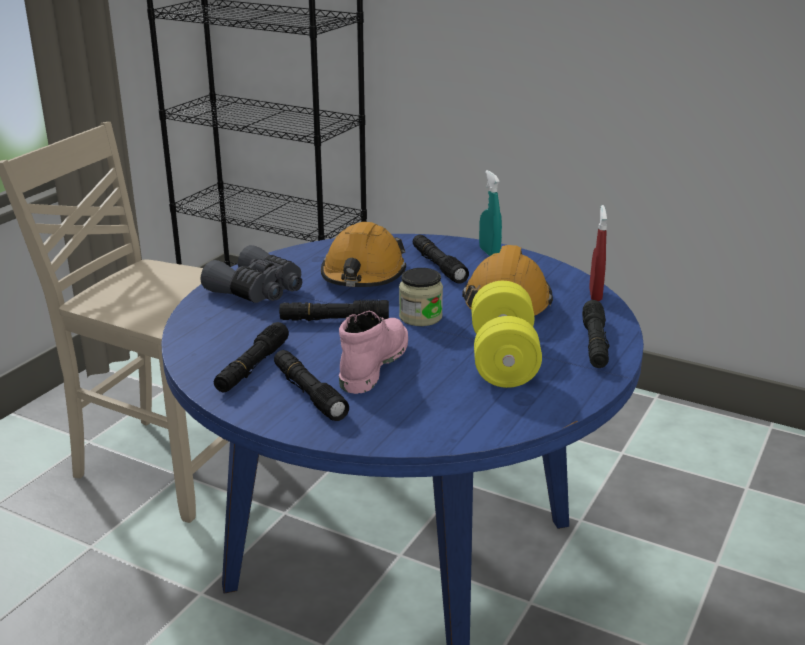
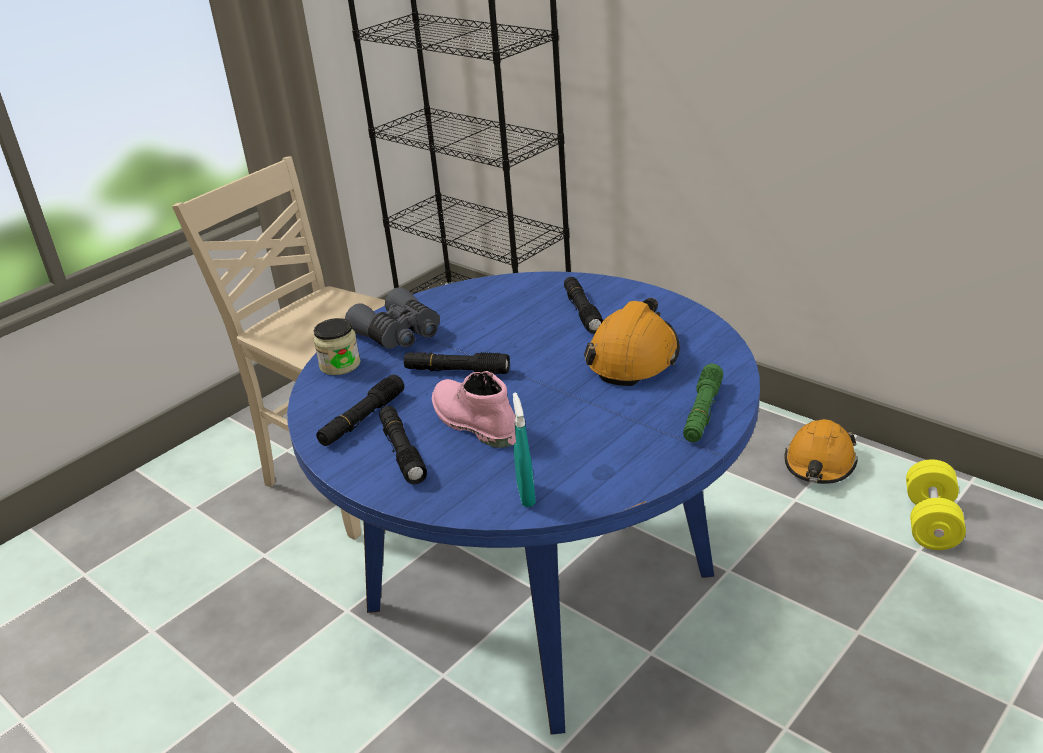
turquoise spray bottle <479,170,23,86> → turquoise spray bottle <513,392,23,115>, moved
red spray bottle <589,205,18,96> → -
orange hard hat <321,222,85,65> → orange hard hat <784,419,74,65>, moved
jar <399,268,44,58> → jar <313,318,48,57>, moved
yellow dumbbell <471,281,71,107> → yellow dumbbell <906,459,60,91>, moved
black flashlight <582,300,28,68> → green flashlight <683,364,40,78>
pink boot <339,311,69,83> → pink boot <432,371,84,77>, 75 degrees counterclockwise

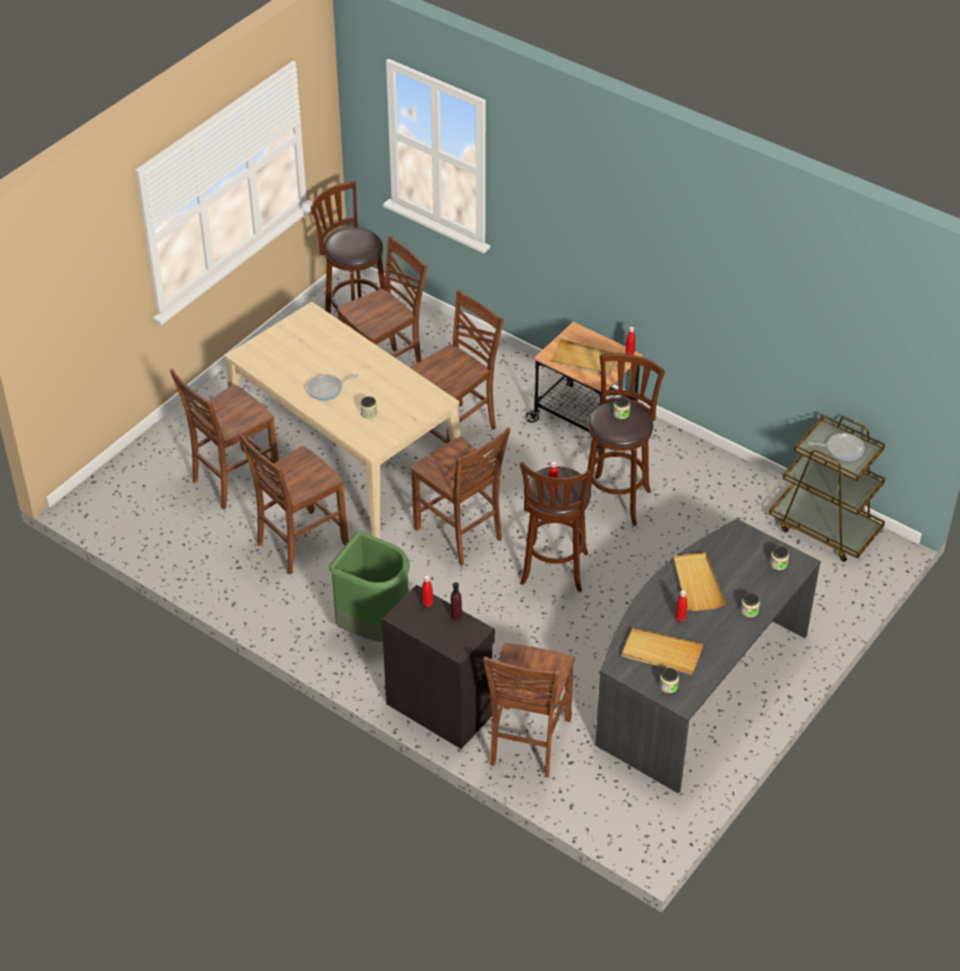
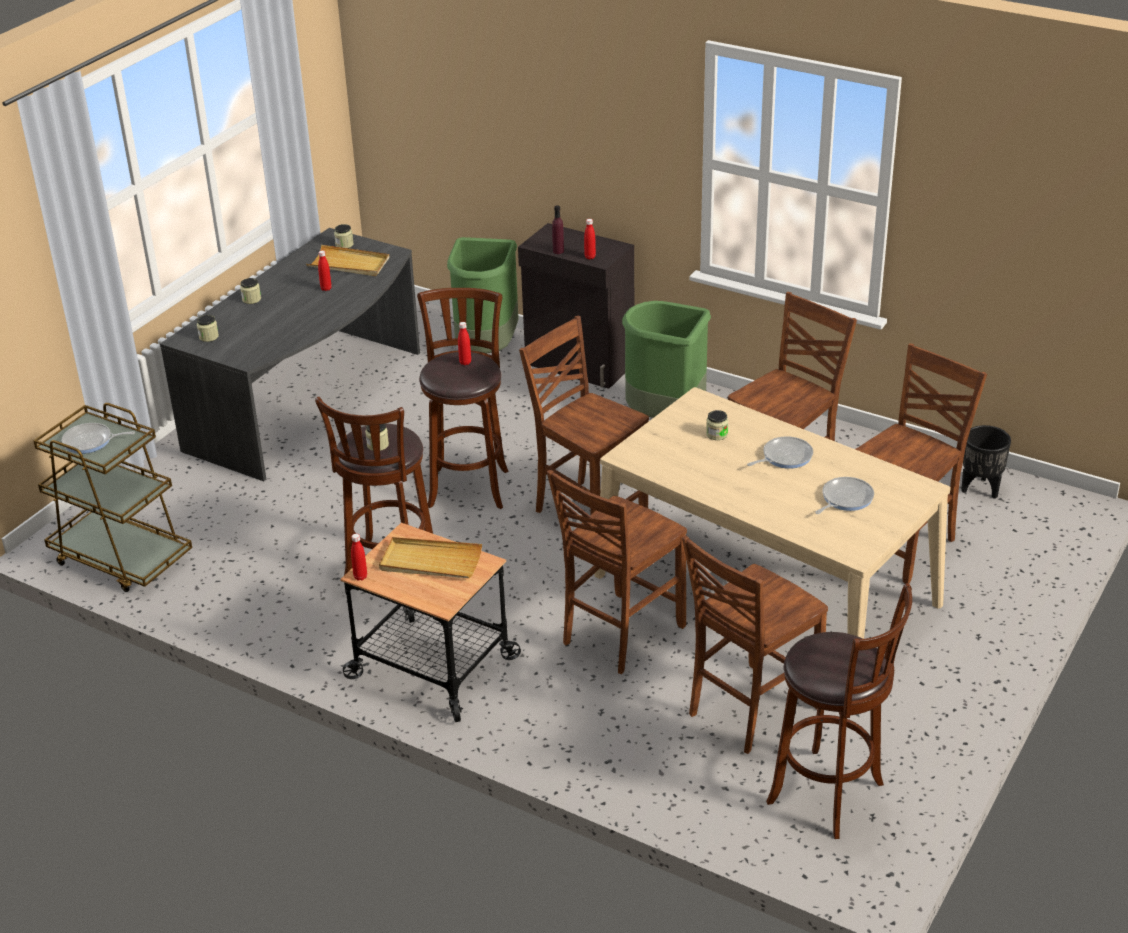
beige tray <673,552,52,59> → -
brown chair <483,643,92,134> → green trash can <447,237,72,117>
- → black planter <961,425,50,74>
- → frying pan <815,477,59,37>

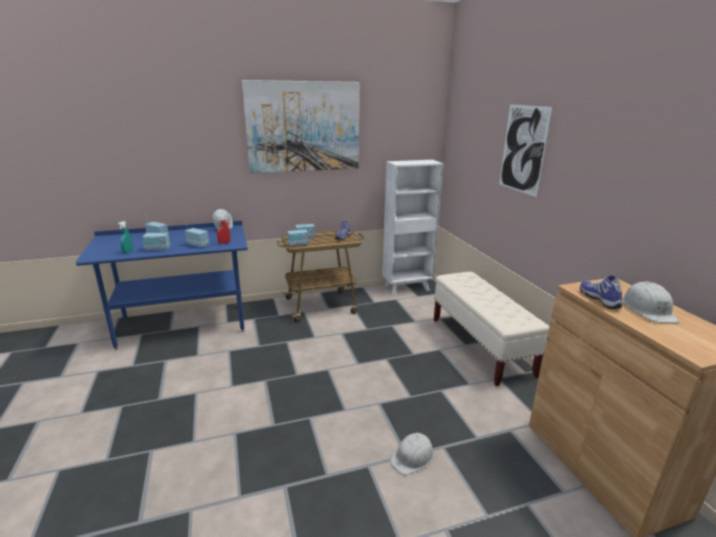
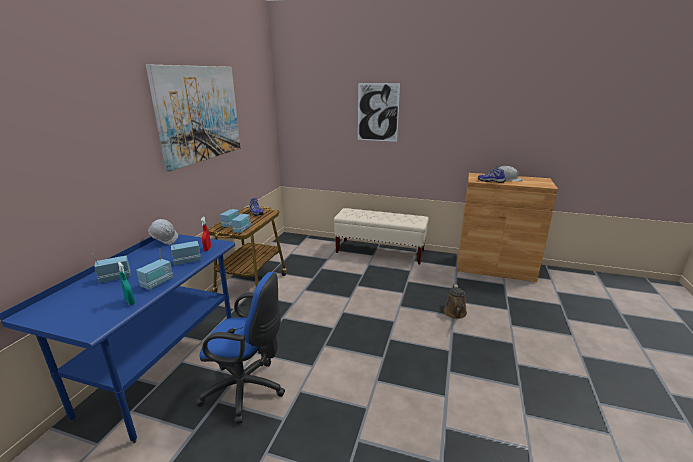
white bookcase <382,160,62,136> → -
white hard hat <390,433,44,42> → brown watering can <444,285,23,34>
- → blue office chair <196,272,89,152>

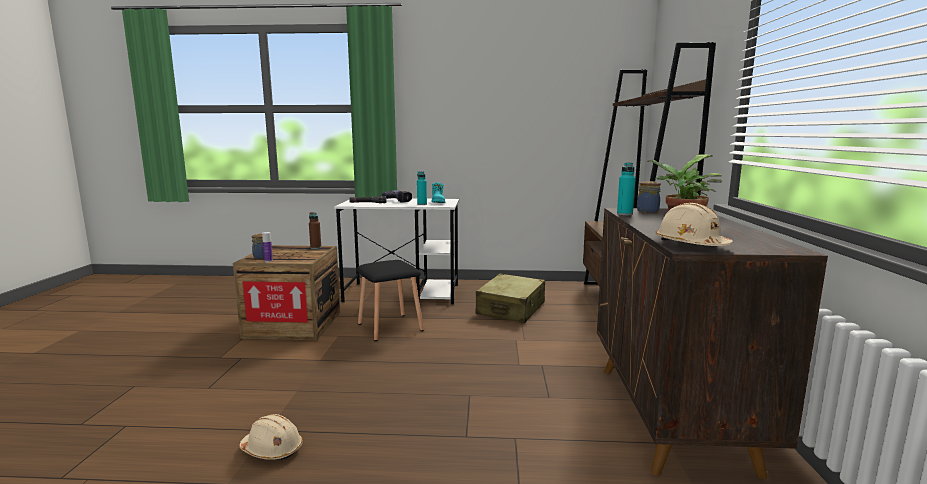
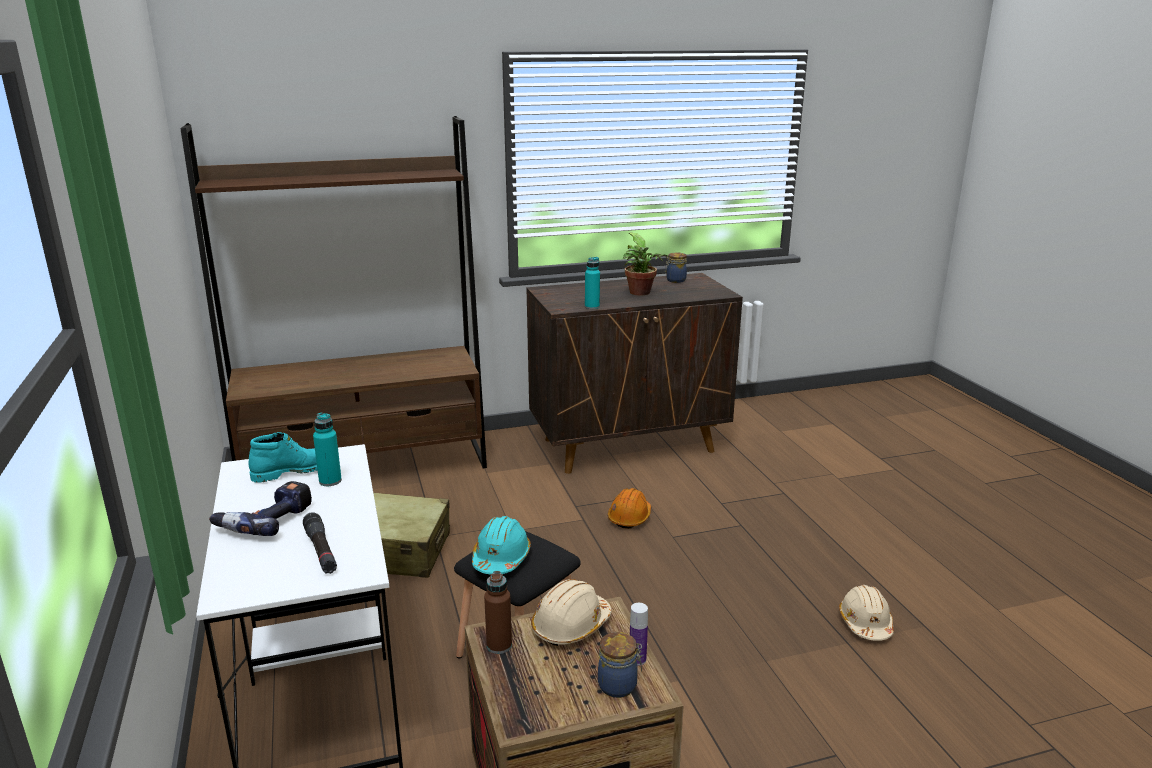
jar <637,181,24,32> → jar <665,253,22,30>, moved
beige hard hat <655,203,78,43> → beige hard hat <531,579,80,67>, moved
- → orange hard hat <608,488,43,41>
- → turquoise hard hat <472,516,59,59>

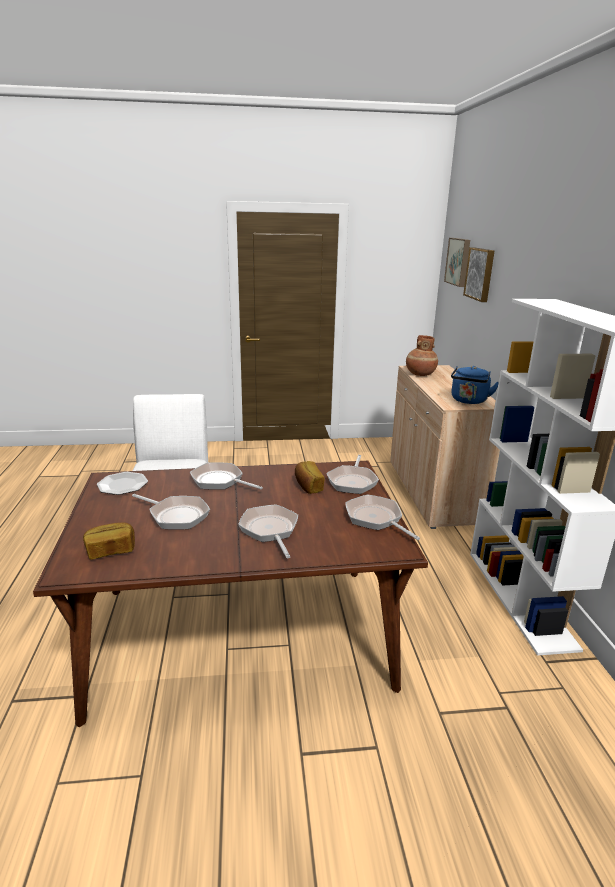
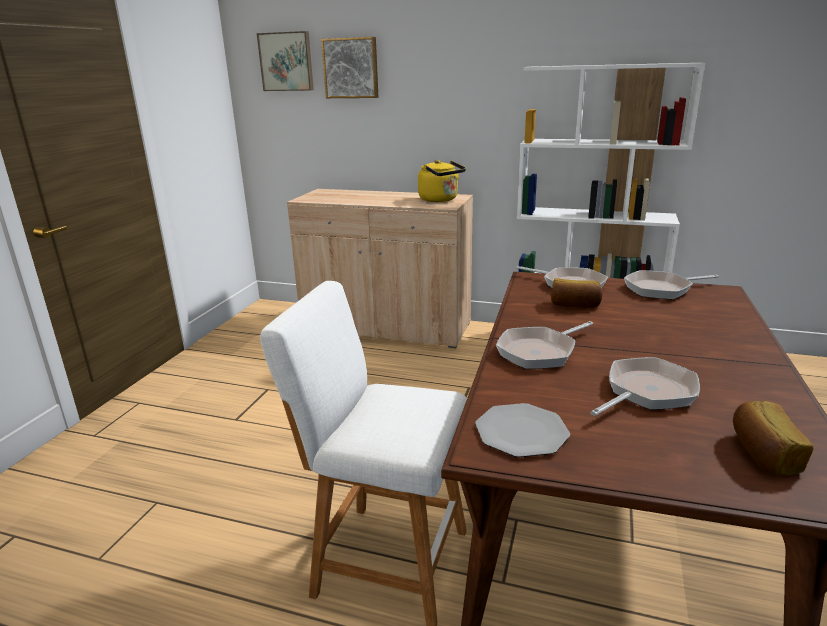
brown vase <406,335,32,41> → -
blue kettle <451,366,48,38> → yellow kettle <418,160,48,42>
frying pan <238,504,60,54> → -

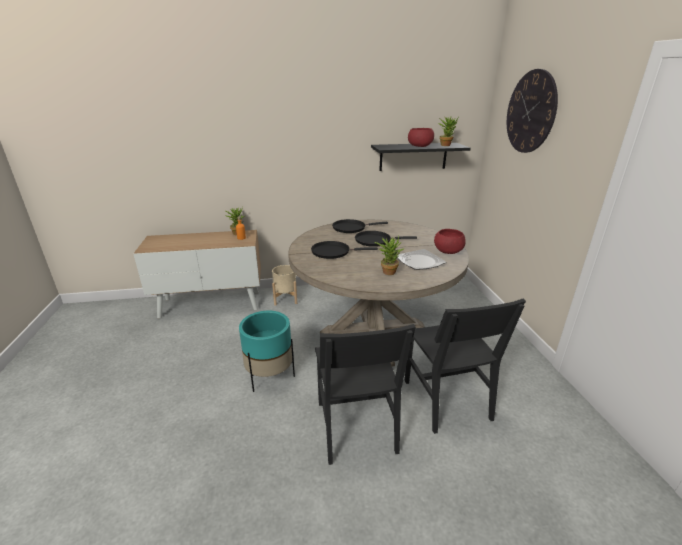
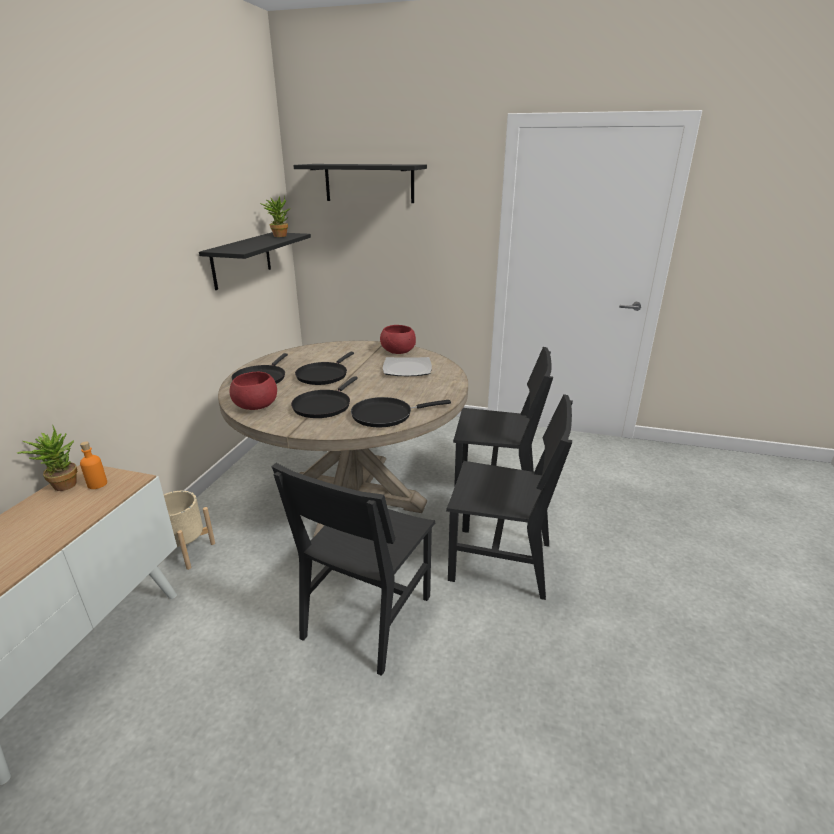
wall clock <507,69,51,84> → black shelf <293,164,134,39>
red bowl <408,128,26,19> → red bowl <230,372,47,38>, moved
potted plant <374,236,30,39> → -
turquoise planter <239,311,56,81> → black chair <272,463,163,213>
- → black frying pan <351,397,100,30>

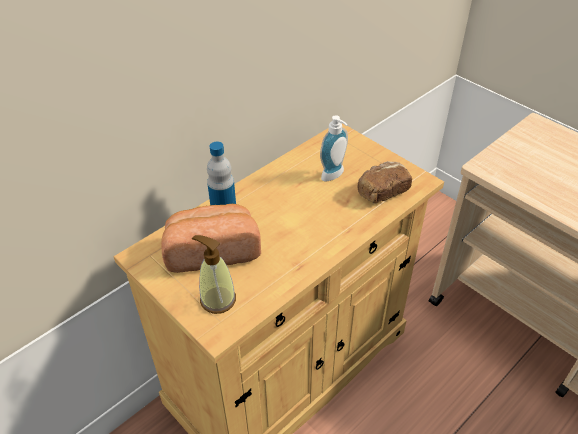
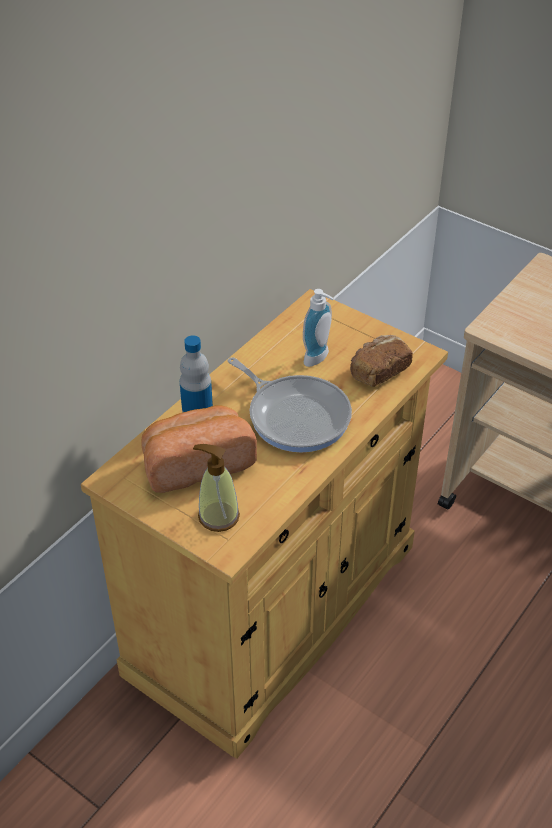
- → frying pan <228,357,124,96>

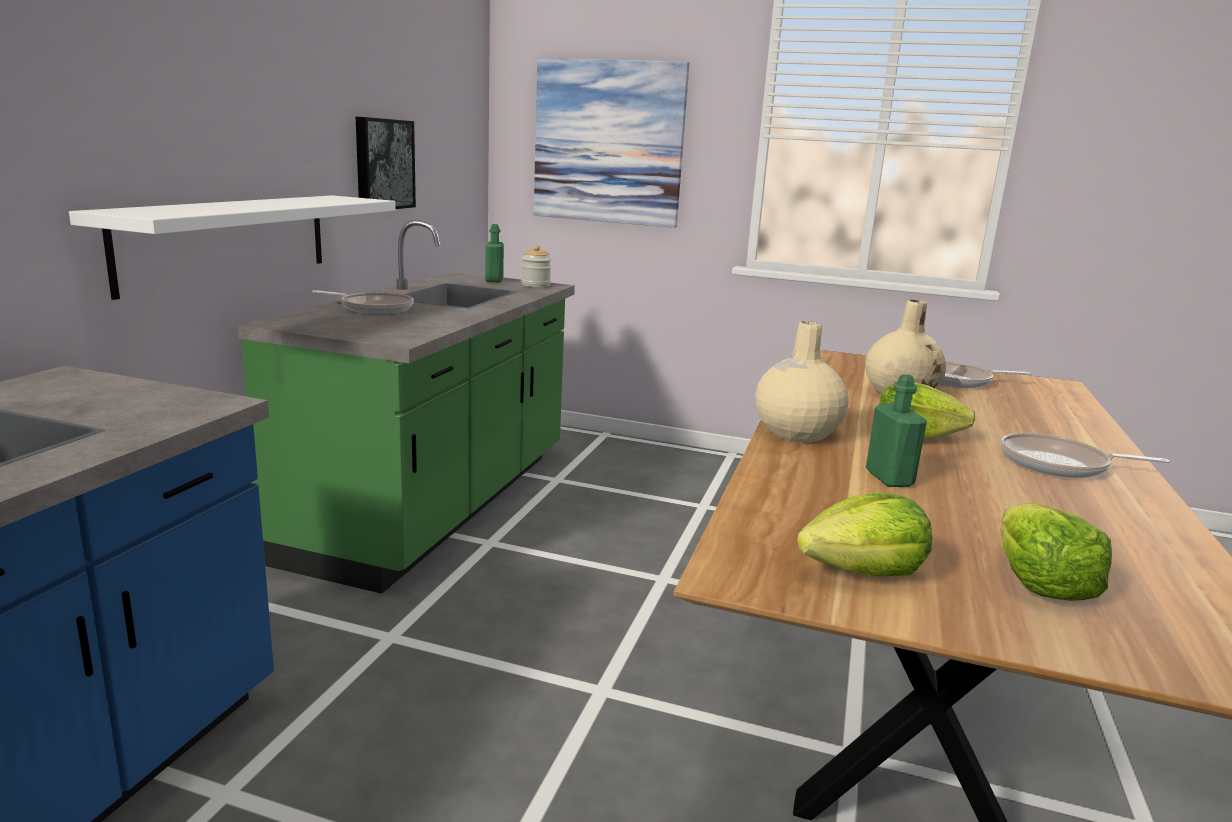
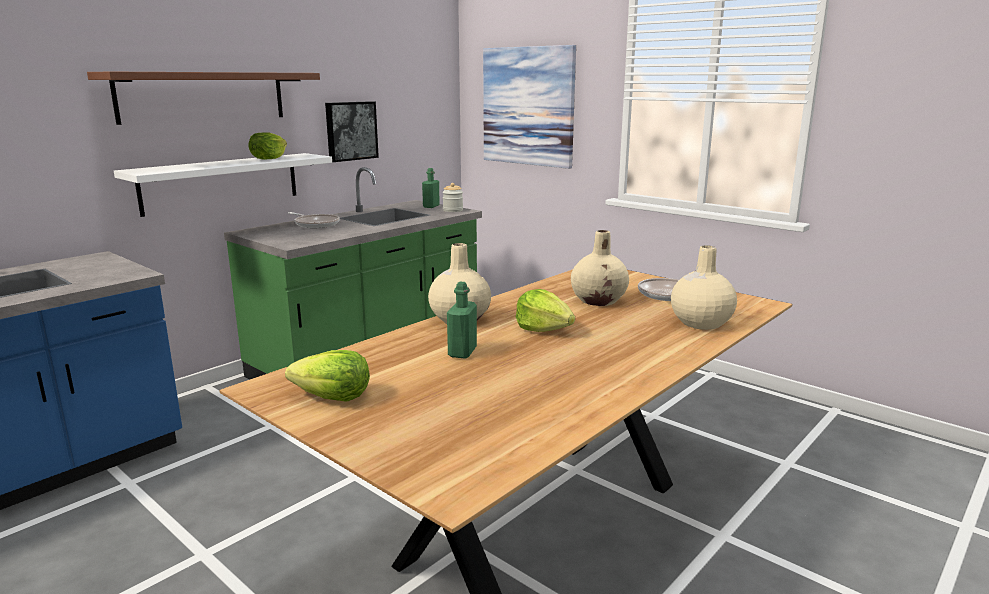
frying pan <1000,433,170,45> → -
lettuce <1000,503,112,98> → lettuce <249,132,38,28>, moved
- → brown shelf <87,72,233,53>
- → beige vase <671,245,66,85>

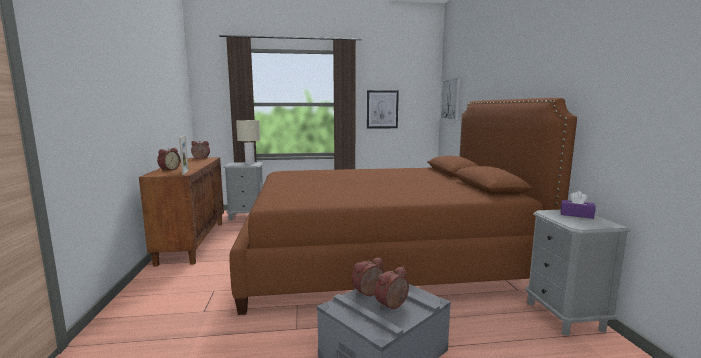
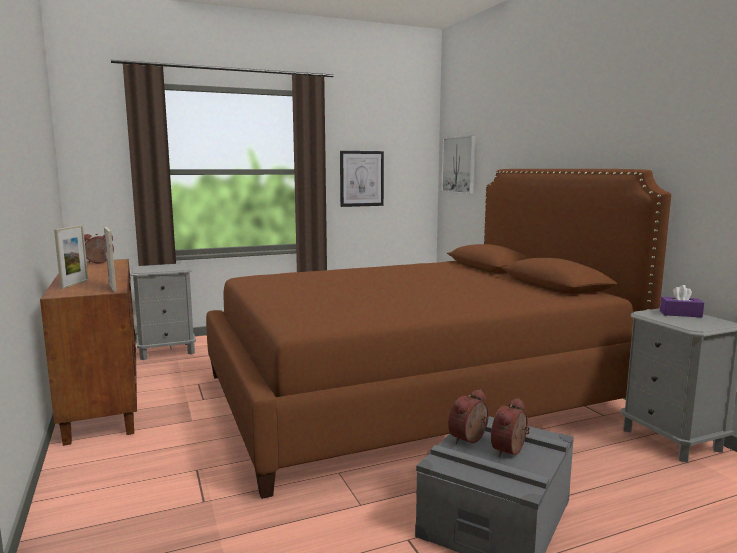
beige table lamp <236,120,24,44> → -
alarm clock <157,148,23,23> → picture frame <54,225,34,64>

